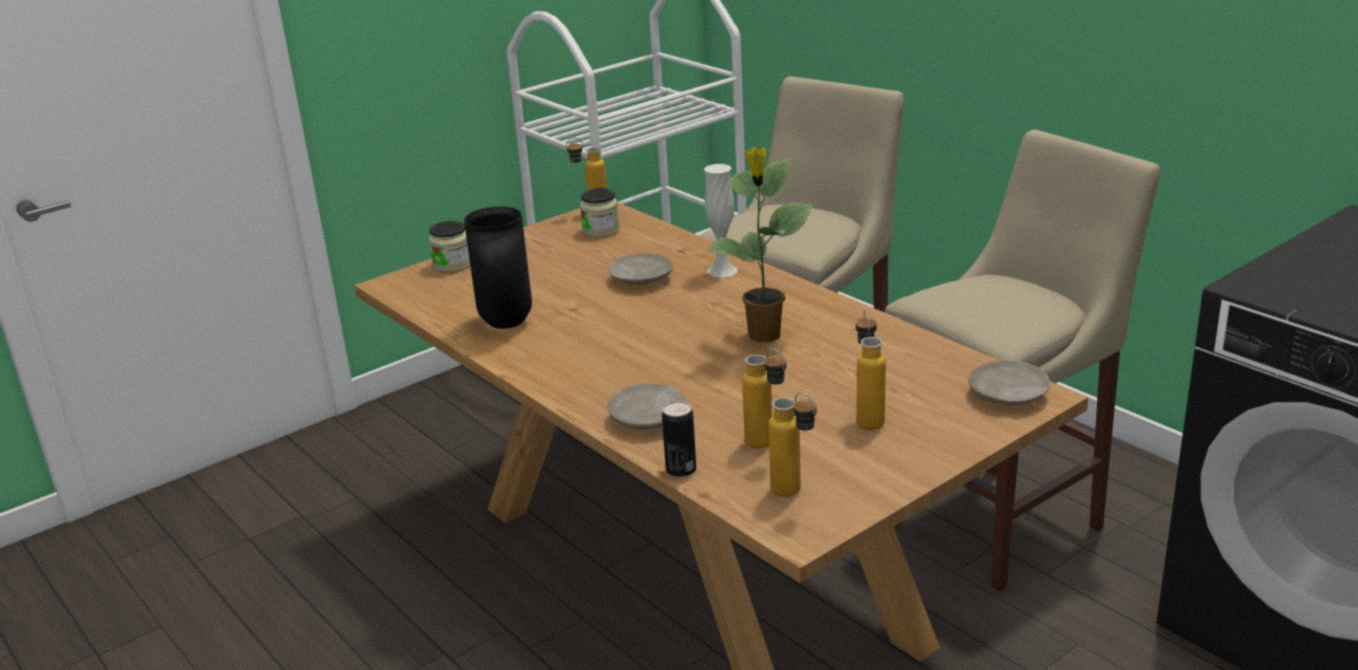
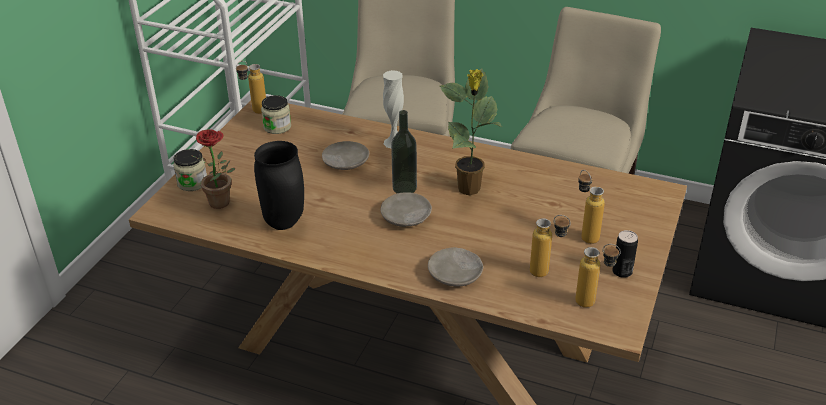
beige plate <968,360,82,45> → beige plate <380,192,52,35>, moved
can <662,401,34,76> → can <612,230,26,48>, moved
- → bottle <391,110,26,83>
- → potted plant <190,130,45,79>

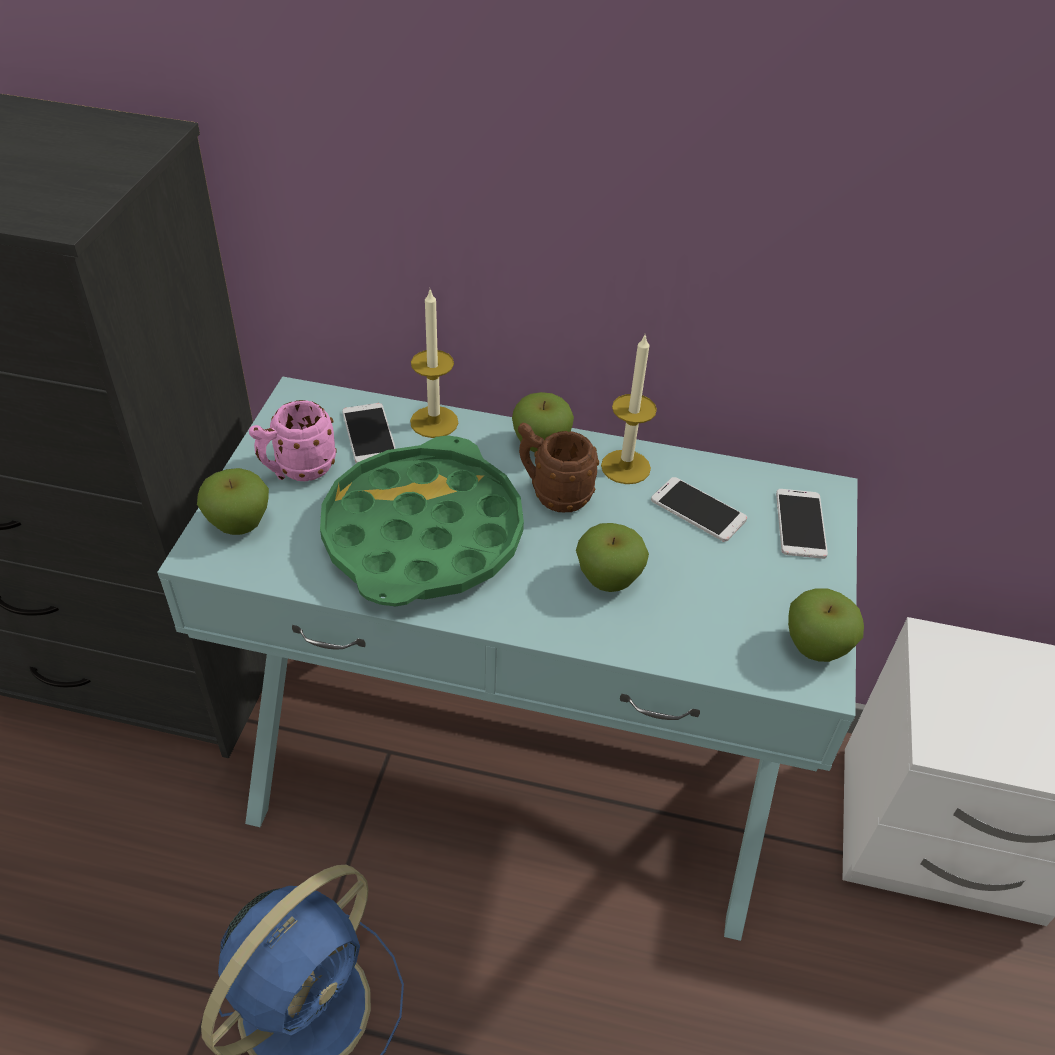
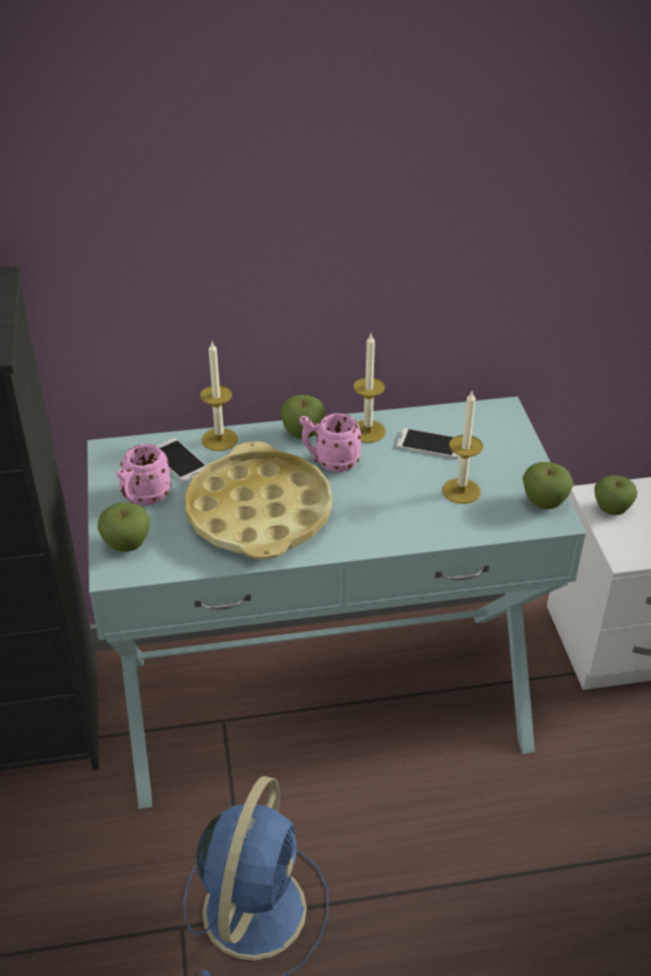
brown mug <518,423,81,90> → pink mug <299,413,62,59>
green tray <320,435,204,171> → yellow tray <185,441,147,118>
phone <776,489,52,70> → -
apple <576,523,73,69> → apple <594,475,43,40>, moved
- → candle <442,391,41,113>

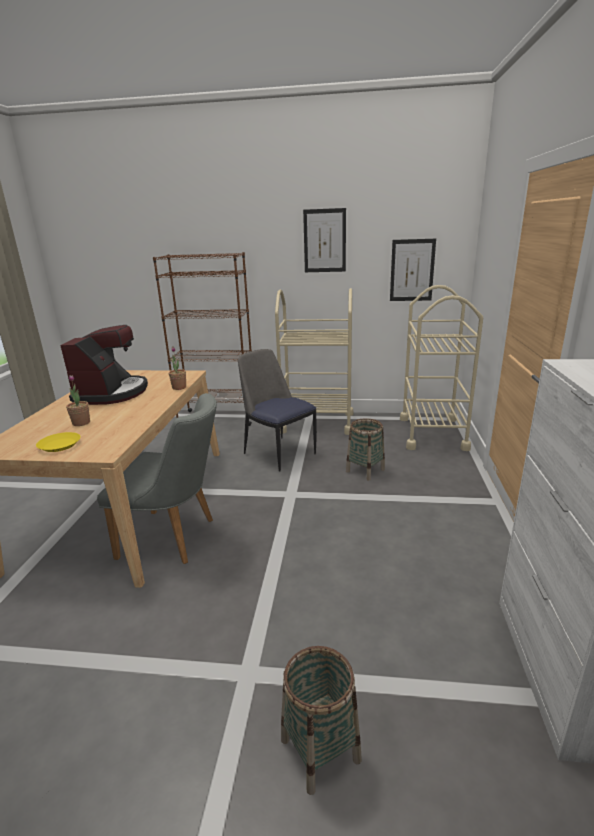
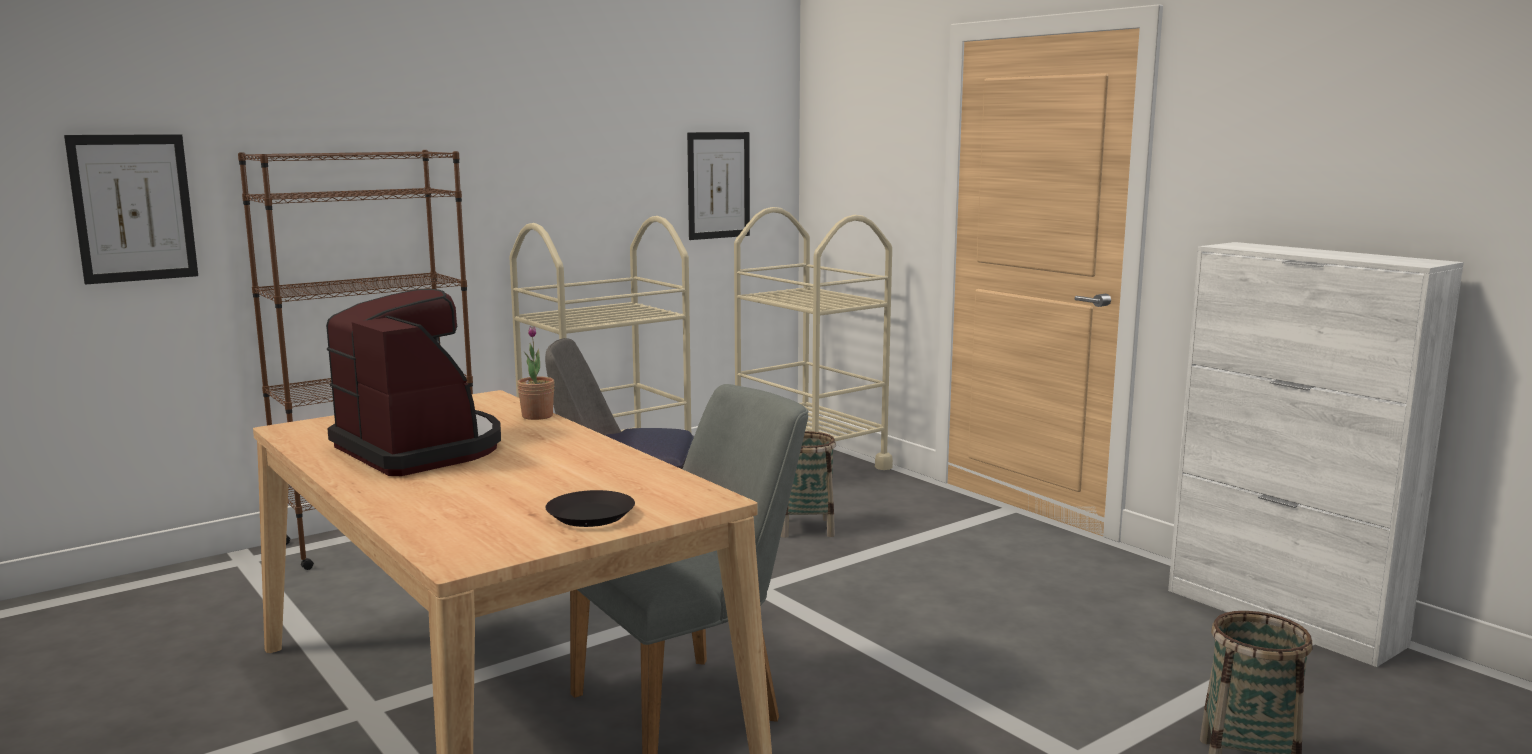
picture <303,208,43,64> → picture <64,134,134,151>, moved
potted plant <66,375,24,51> → -
yellow plate <36,432,44,20> → black plate <545,490,90,37>

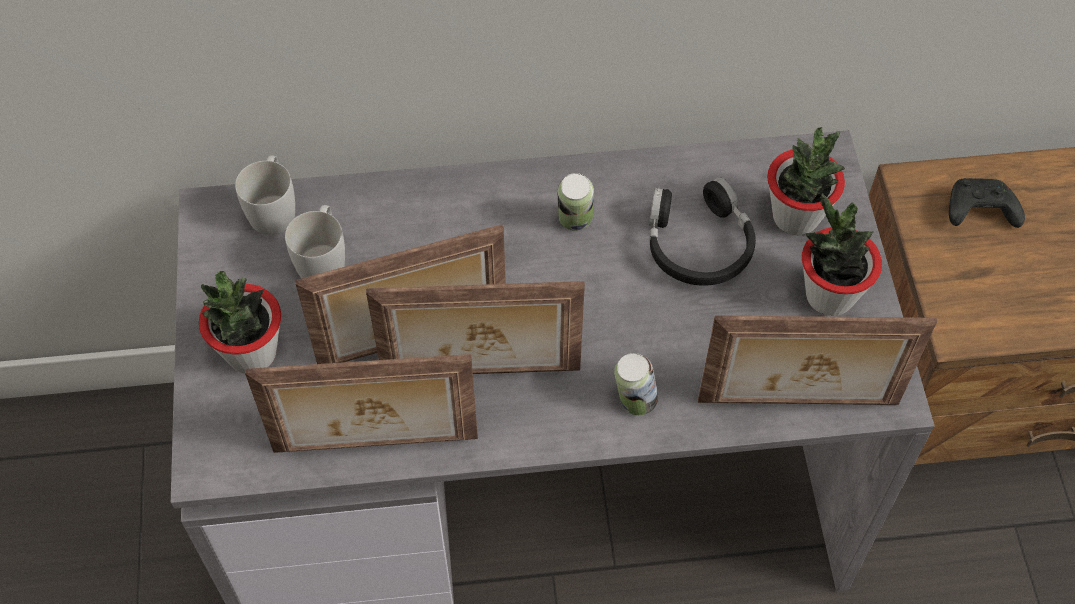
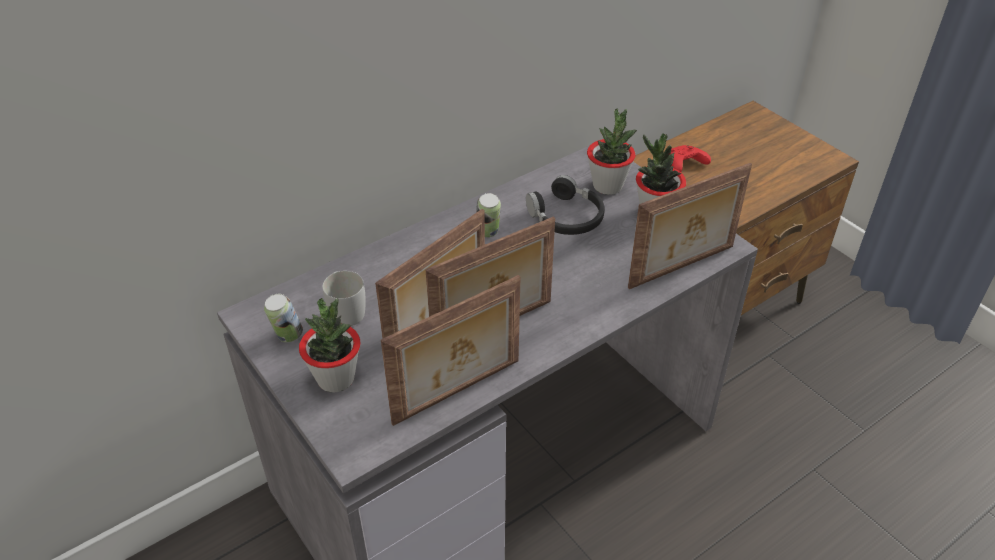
white mug <235,155,60,80> → -
black game controller <949,178,76,50> → red game controller <670,145,41,27>
can <614,353,44,62> → can <264,294,39,48>, moved

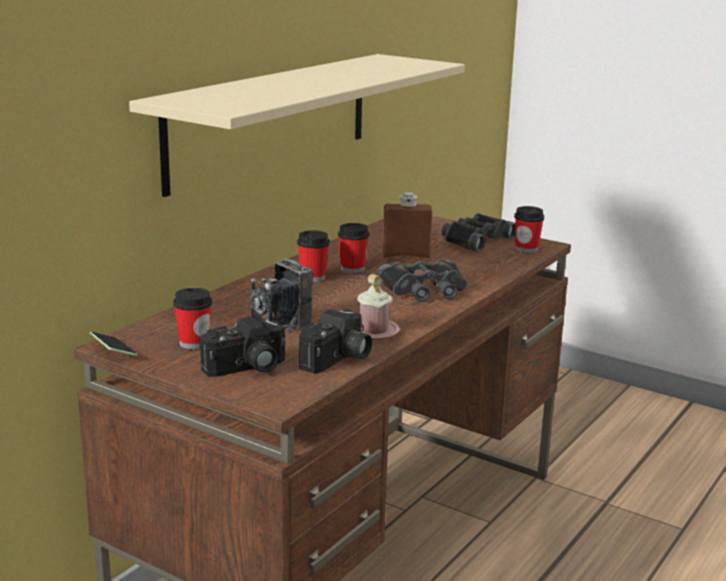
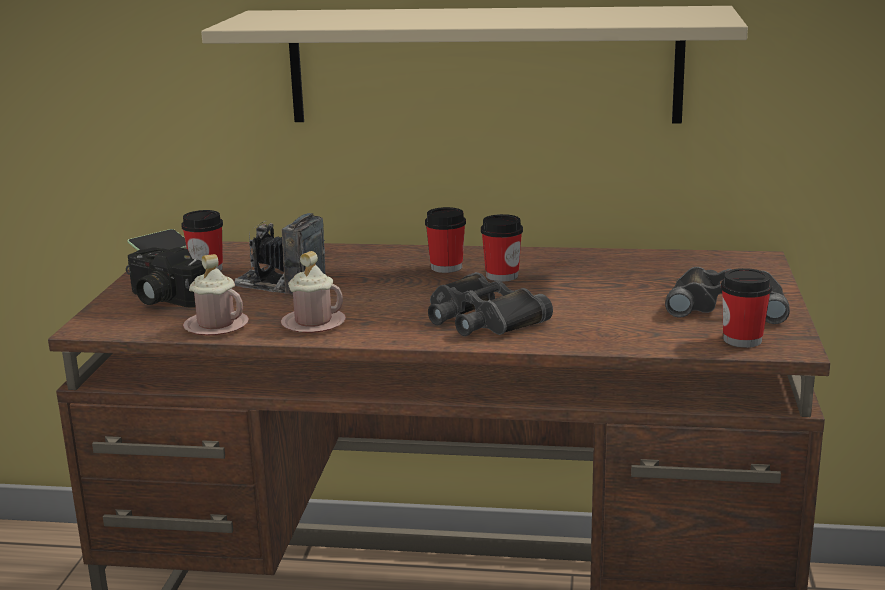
brown bottle <382,192,50,66> → -
photo camera <299,309,73,65> → pink mug <183,254,66,81>

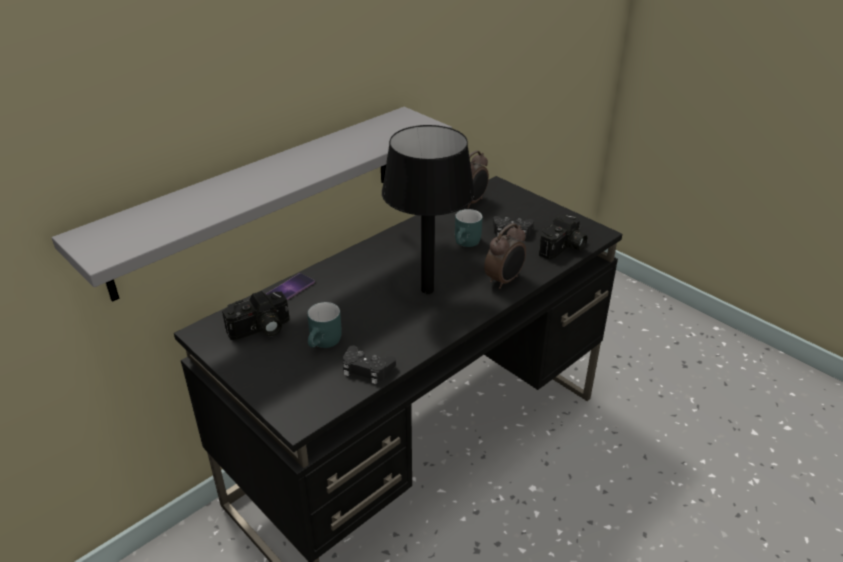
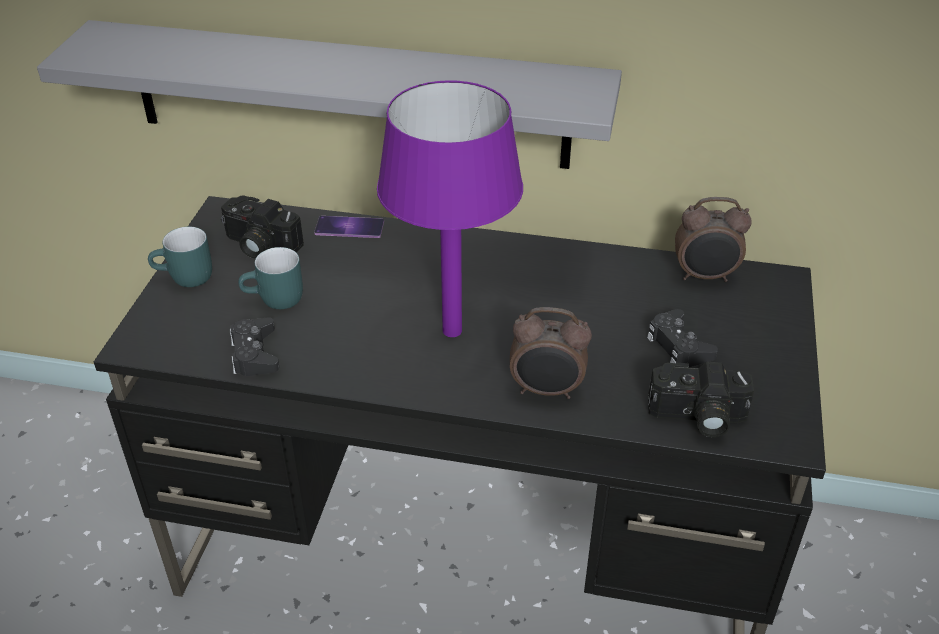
black table lamp <382,125,93,169> → purple table lamp <377,80,146,257>
turquoise mug <455,209,28,38> → turquoise mug <148,227,64,60>, moved

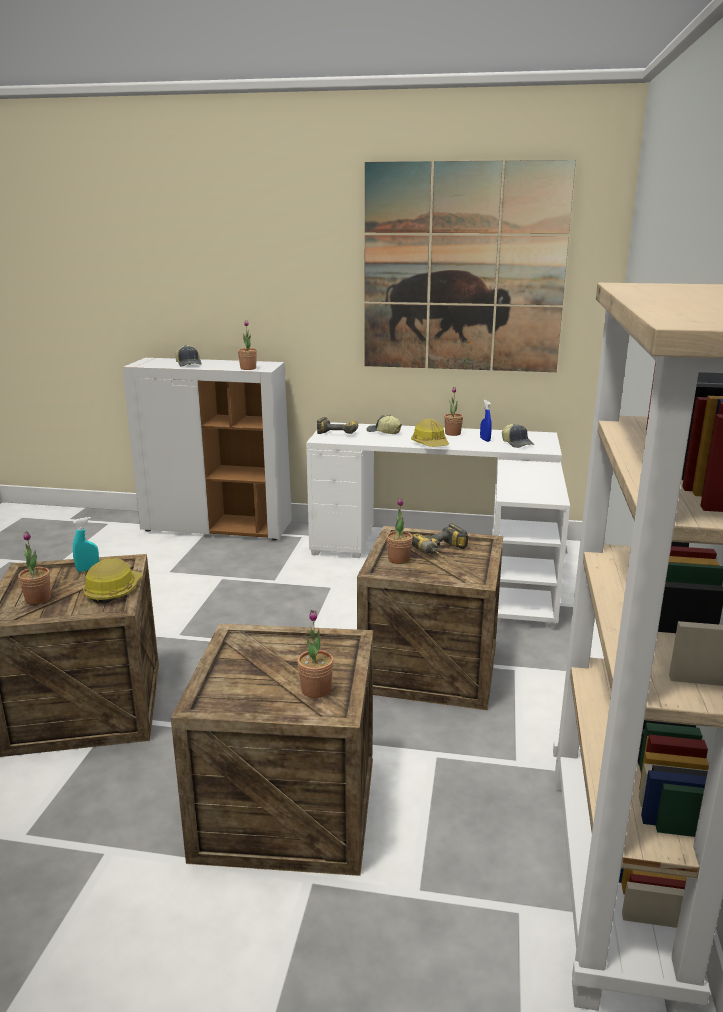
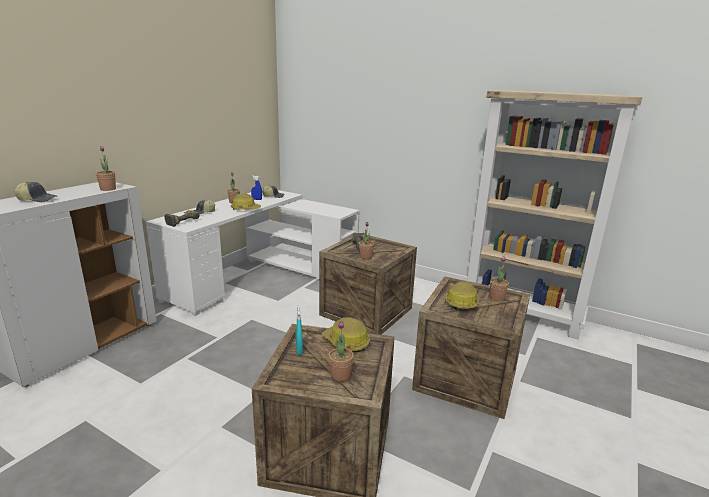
picture <364,160,212,212> → -
- → hard hat <445,281,34,30>

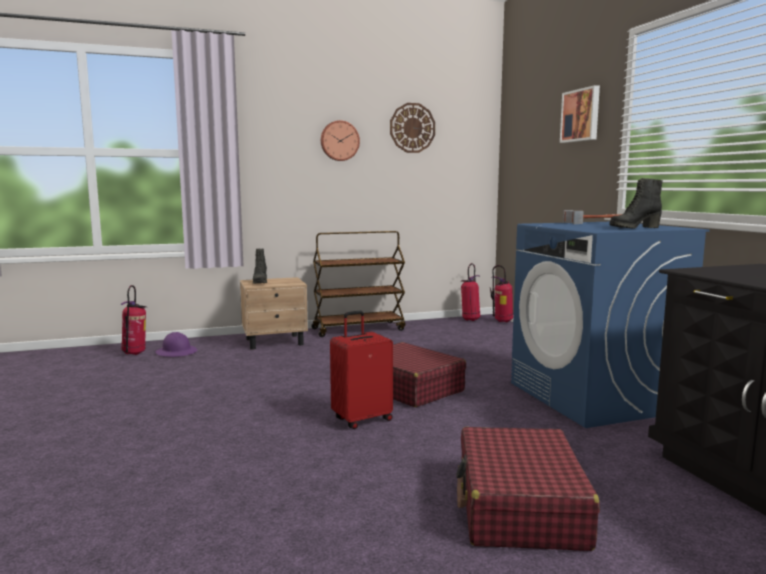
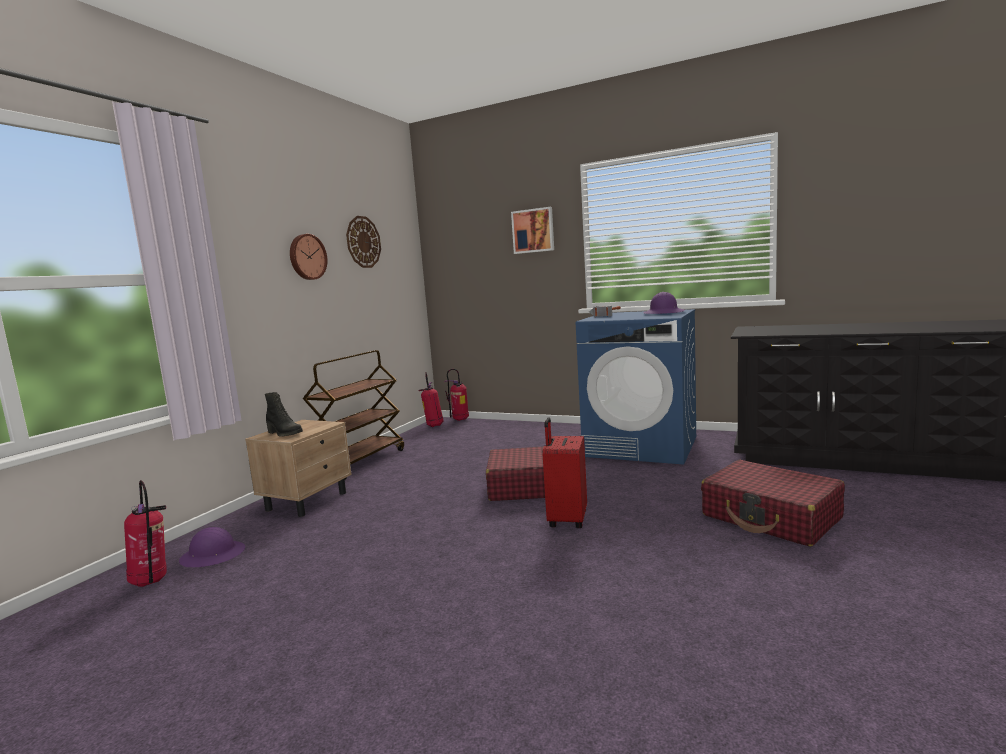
black boot <609,178,54,51> → purple hard hat <643,292,42,22>

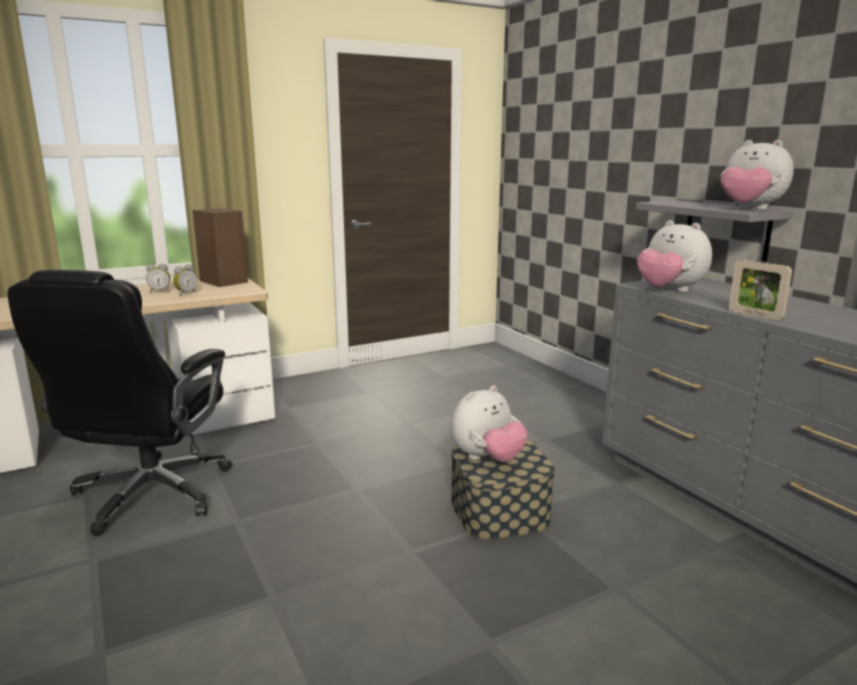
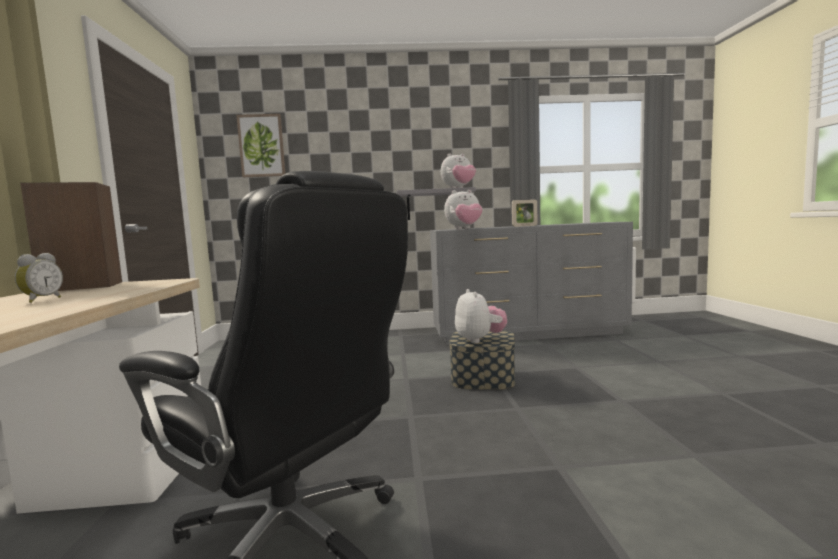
alarm clock <173,265,24,31> → -
- → picture <236,114,49,63>

